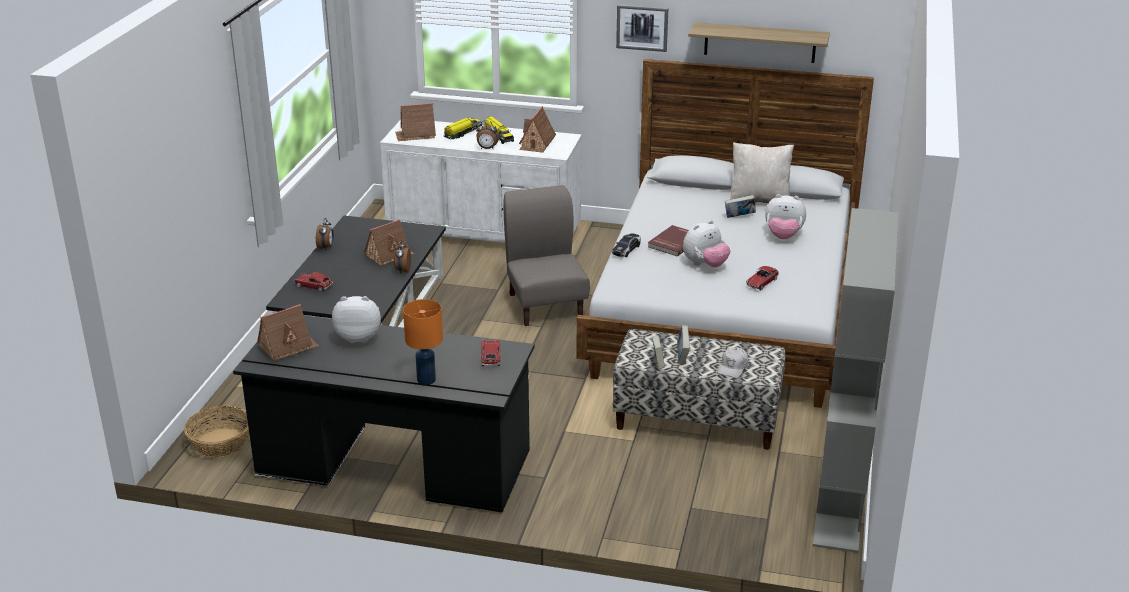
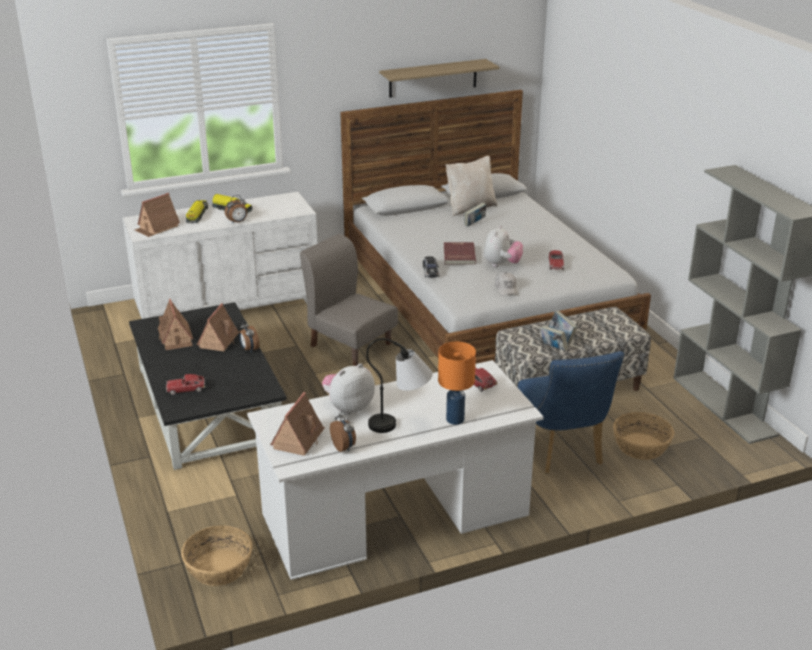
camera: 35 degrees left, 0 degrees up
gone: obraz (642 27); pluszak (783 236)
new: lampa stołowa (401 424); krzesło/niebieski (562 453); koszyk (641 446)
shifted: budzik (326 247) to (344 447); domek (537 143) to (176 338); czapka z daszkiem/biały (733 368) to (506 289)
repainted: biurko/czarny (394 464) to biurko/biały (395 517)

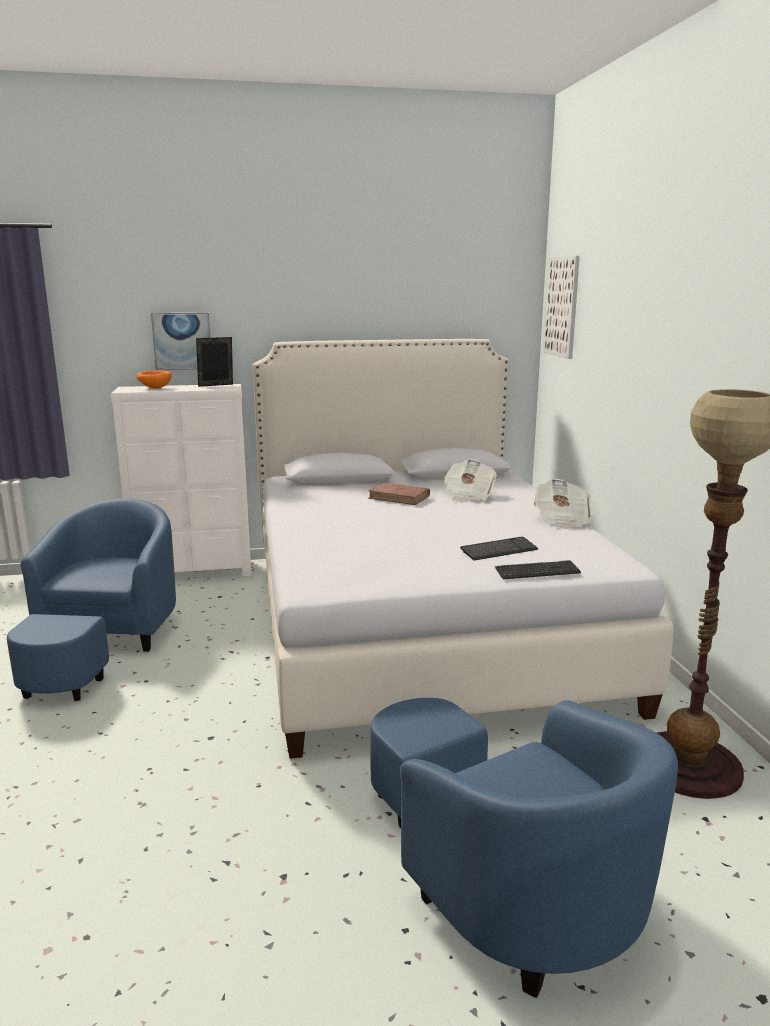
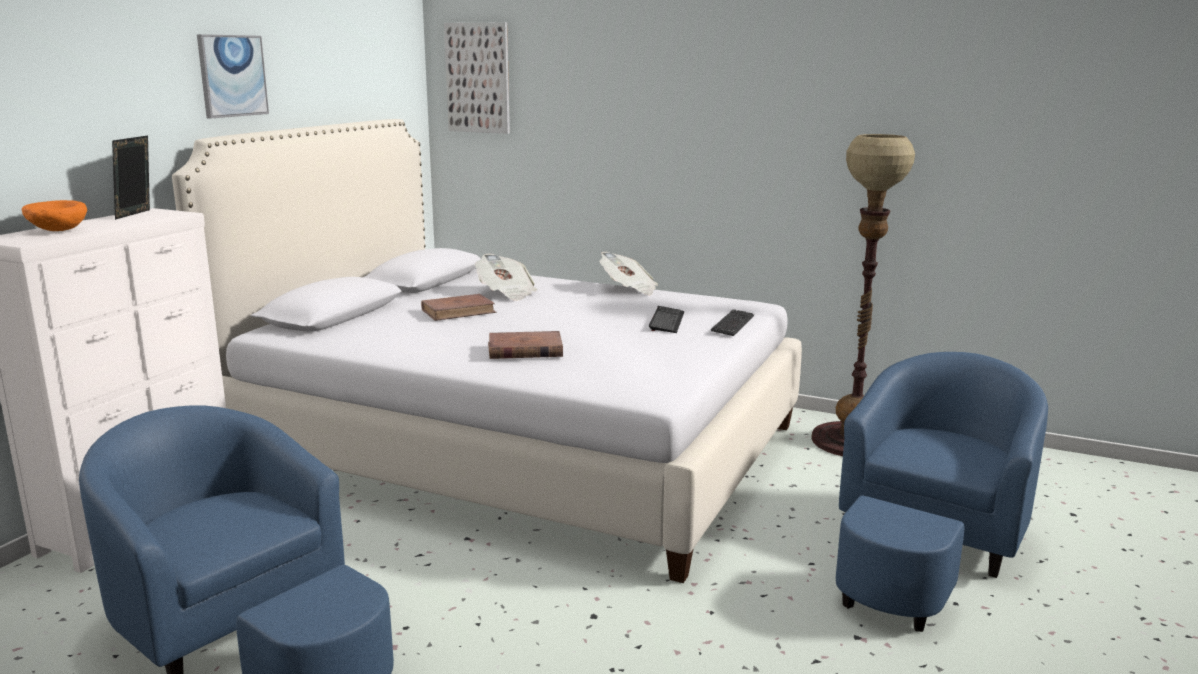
camera: 55 degrees left, 0 degrees up
new: książka/brązowy (524 350)
shifted: obraz (182 341) to (232 76)
rotated: fotel/niebieski (504 880) = (927 547) 60 degrees counterclockwise

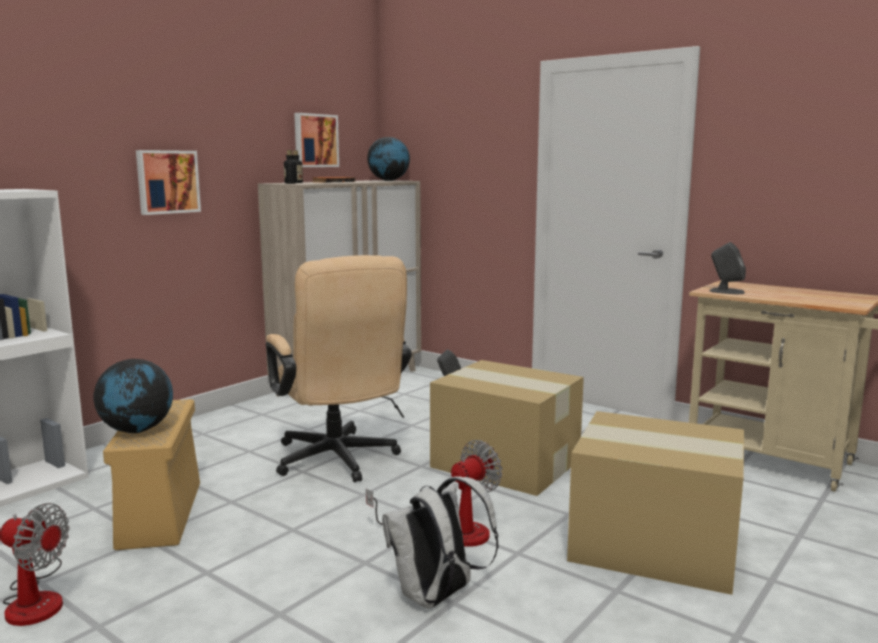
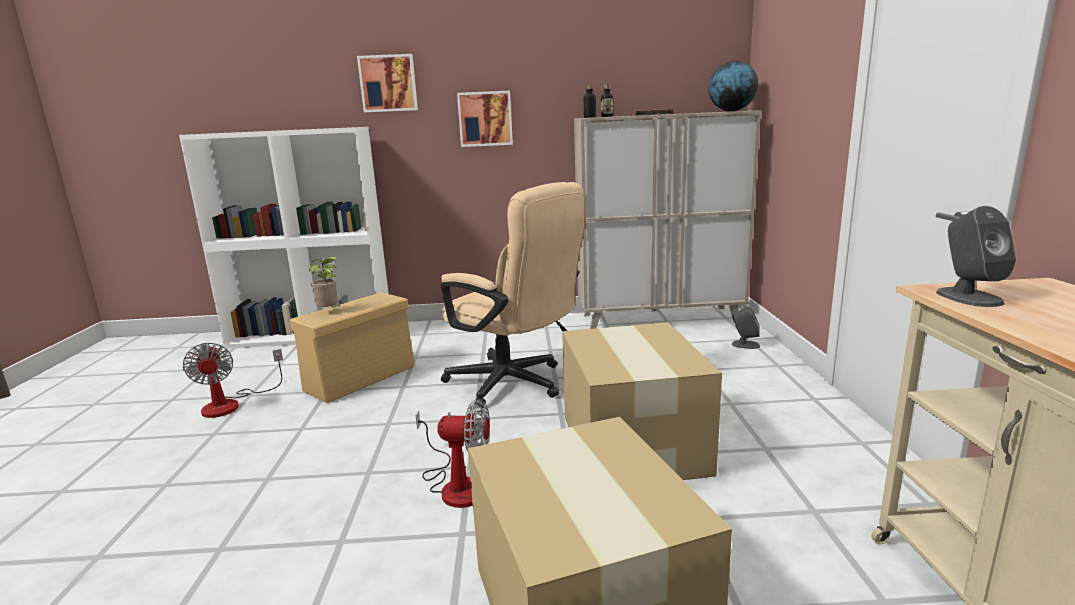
camera: 50 degrees right, 5 degrees up
gone: plecak/biały (437 597)
shifted: obraz (315 140) to (388 83)
swapped: globus (137 430) to roślina doniczkowa (330 311)
rotated: krzesło biurowe/beżowy (339 462) = (514 384) 75 degrees counterclockwise

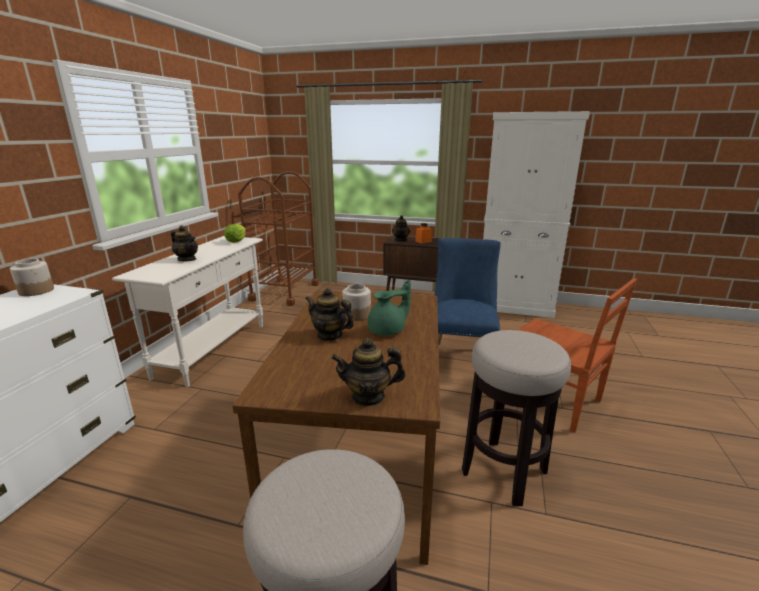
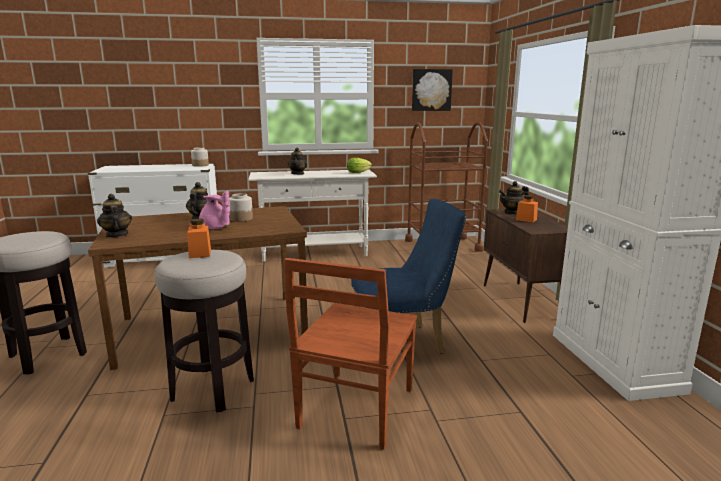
camera: 65 degrees right, 5 degrees down
new: słoik/pomarańczowy (200 253); obraz (431 90)
repainted: imbryk/zielony (388 331) to imbryk/różowy (215 228)

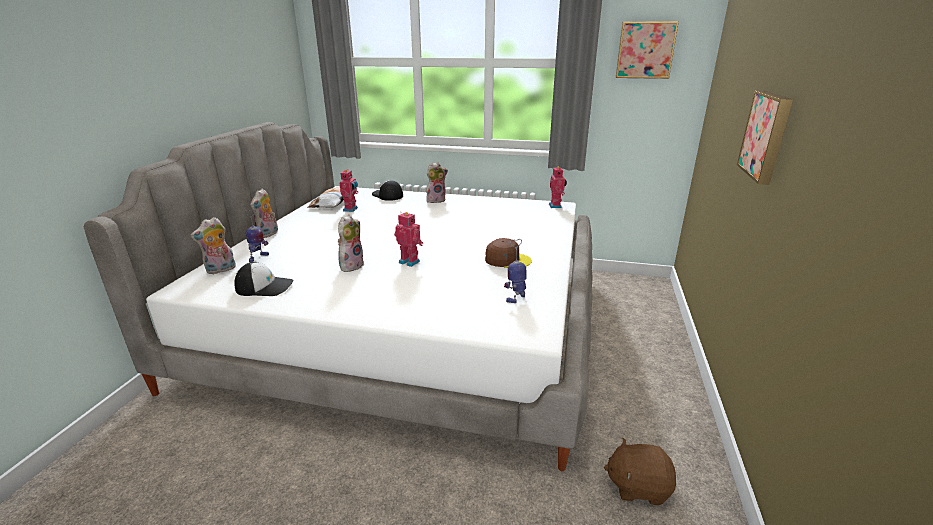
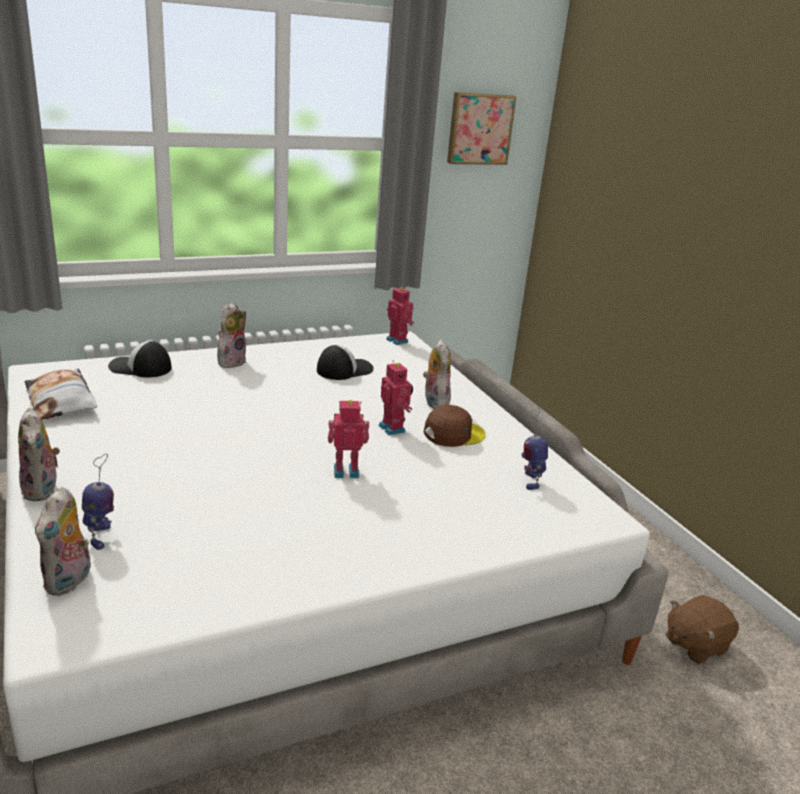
camera: 40 degrees left, 0 degrees up
gone: obraz (767 136)
shifted: czapka z daszkiem (265 286) to (344 369); pluszak (351 265) to (434 402); robot zabawkowy (351 209) to (393 428)

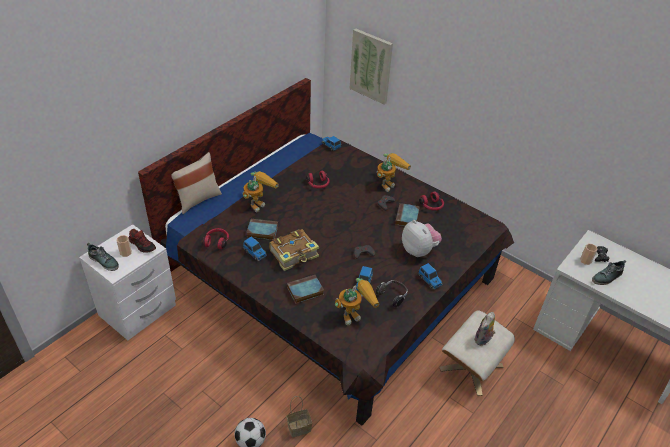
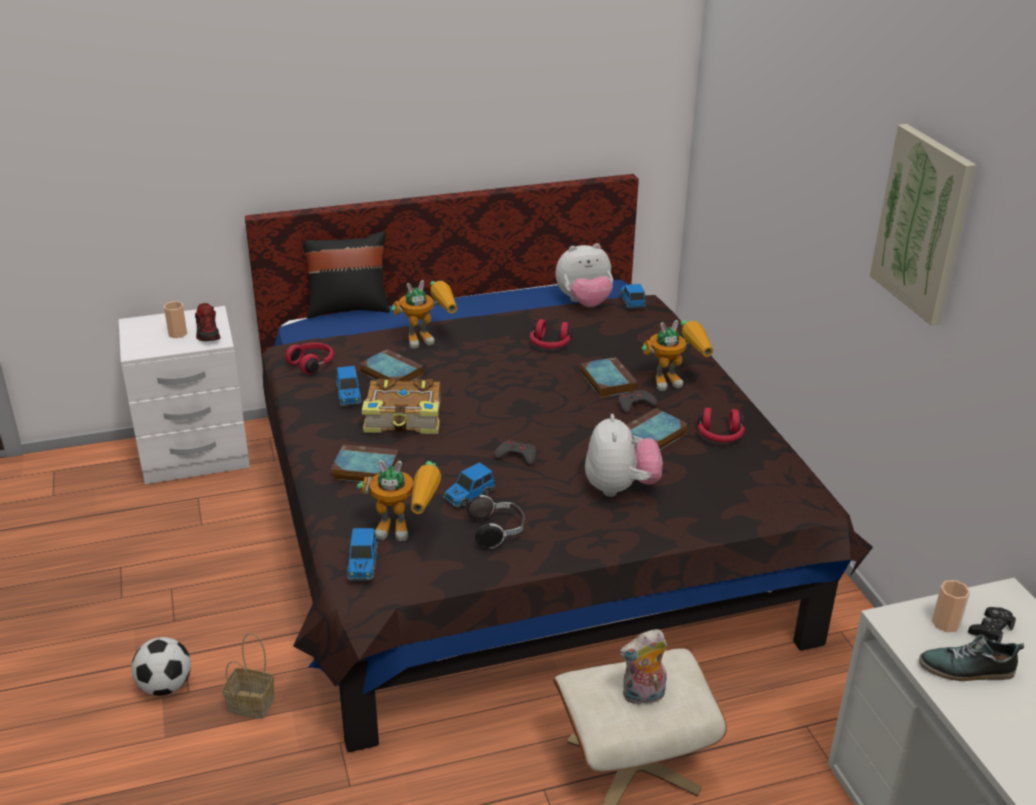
camera: 35 degrees right, 10 degrees down
gone: but (104 261)
new: pluszak (584 303); książka (607 381)
shifted: obraz (371 66) to (923 223); samochodzik (430 280) to (362 565)
repainted: poduszka/beżowy (197 199) to poduszka/czarny (348 308)

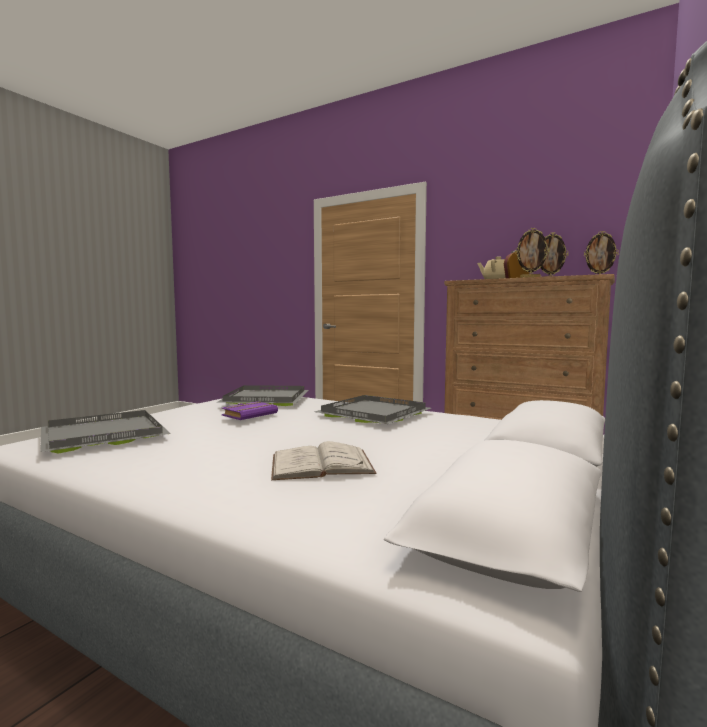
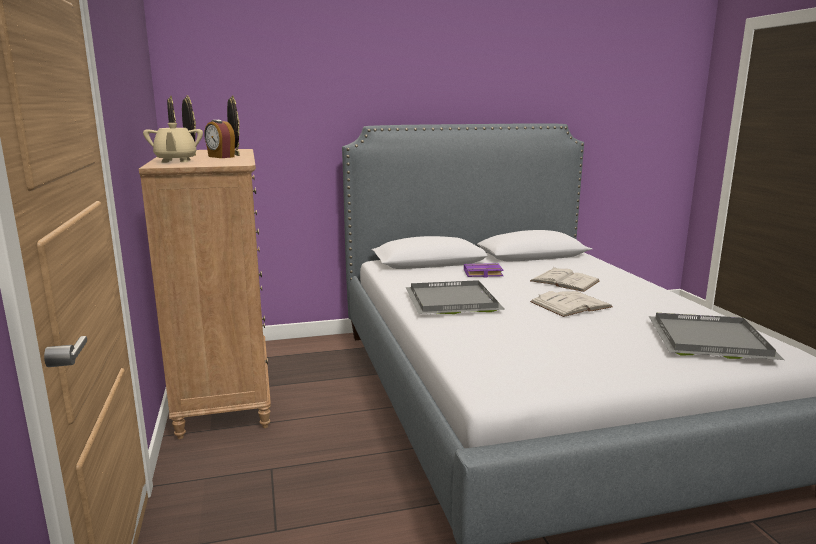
camera: 135 degrees left, 10 degrees up
gone: taca/szary (265 399)
new: książka/biały (570 304)
shifted: książka/fioletowy (249 414) to (482 273)

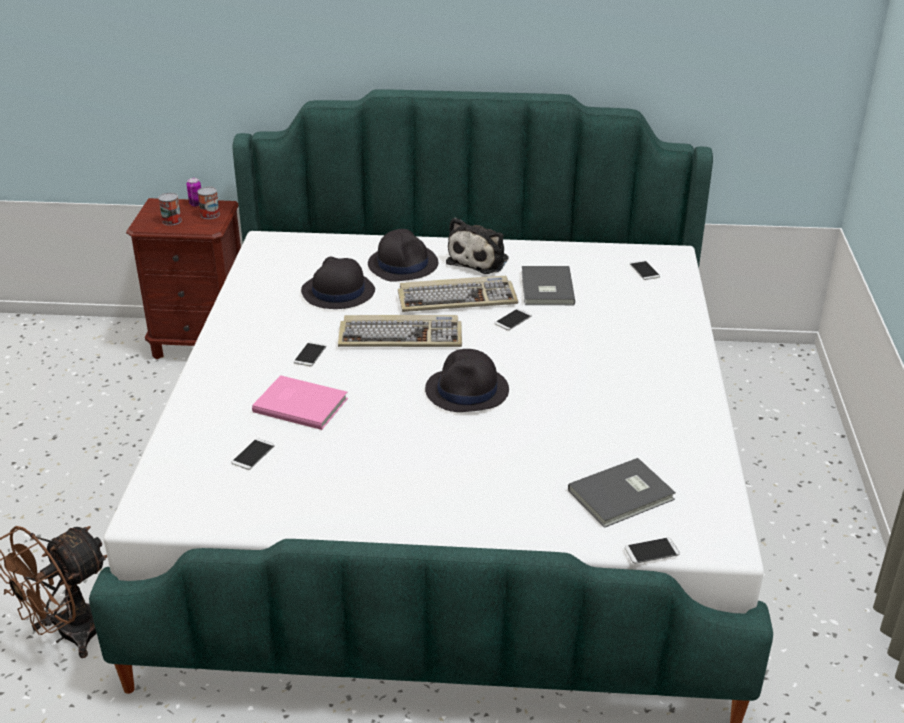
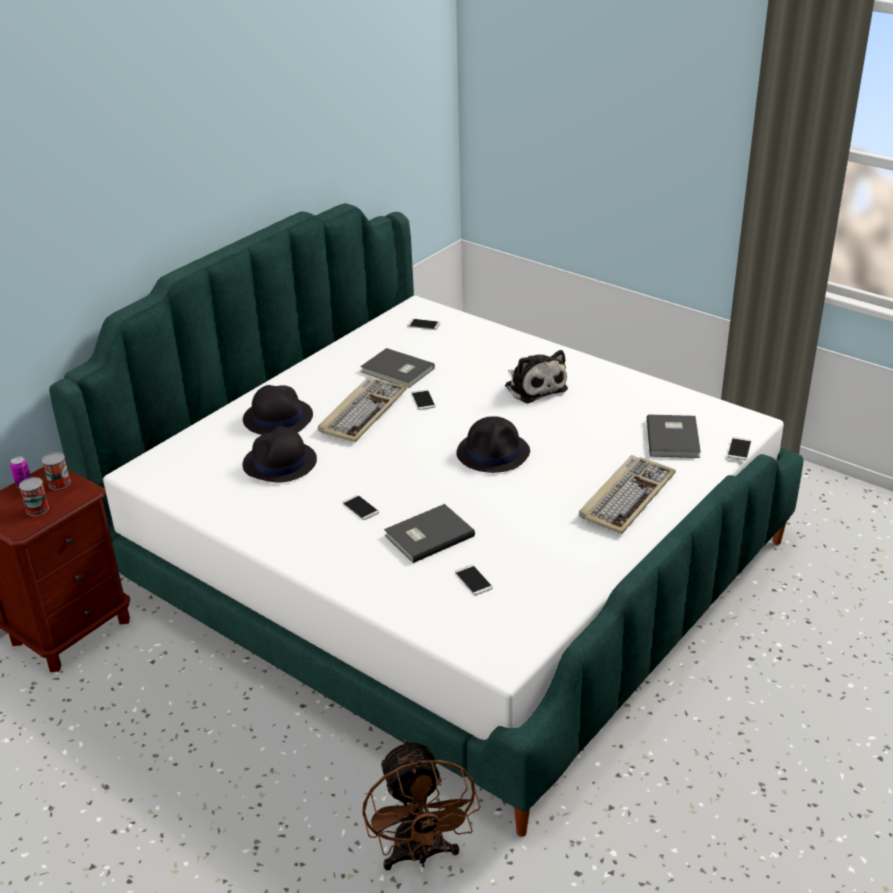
camera: 55 degrees left, 0 degrees up
shifted: klawiatura (401 336) to (626 496); pluszak (480 260) to (534 387)
repainted: książka/różowy (300 403) to książka/szary (427 535)

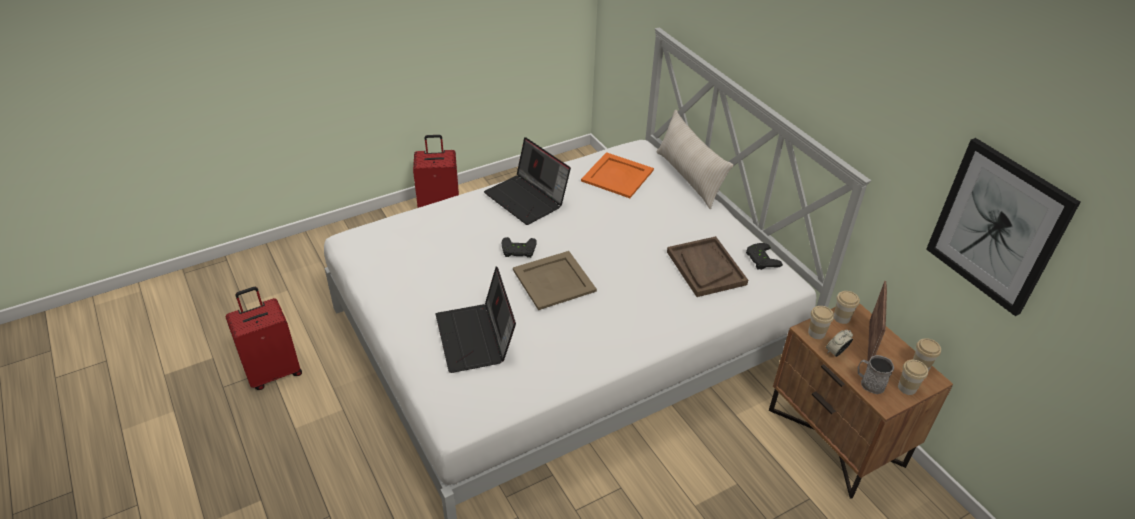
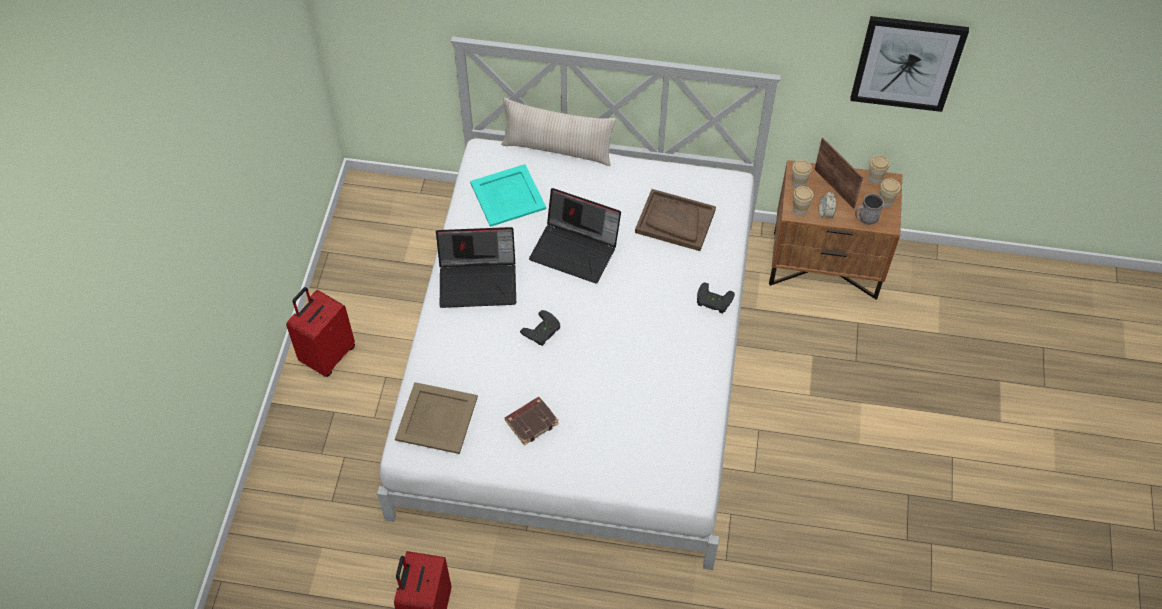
camera: 50 degrees left, 15 degrees up
new: książka/brązowy (531 422)
shifted: laptop (476 338) to (576 250); taca/beżowy (554 280) to (437 417); pad do gier/czarny (760 259) to (713 301)
repainted: taca/pomarańczowy (617 175) to taca/turkusowy (507 195)

